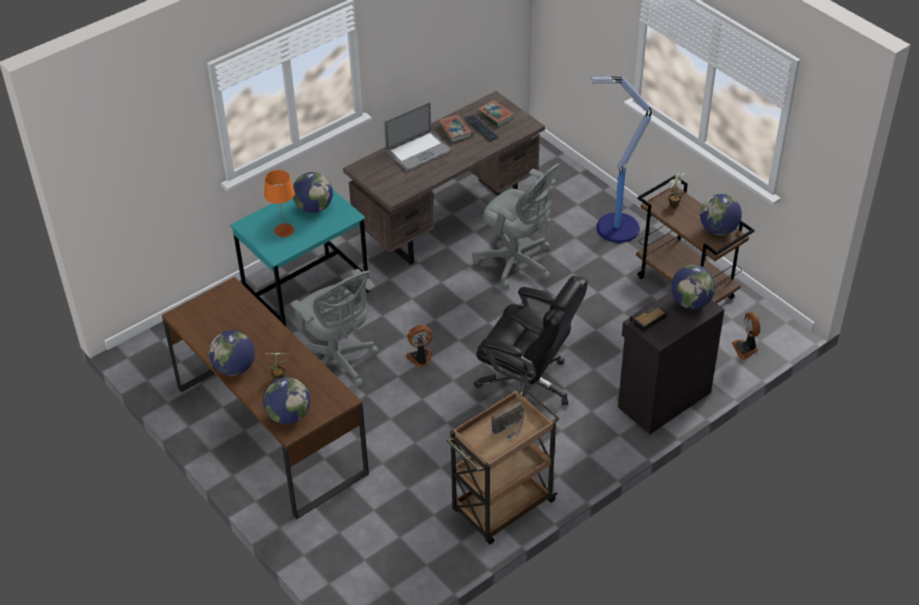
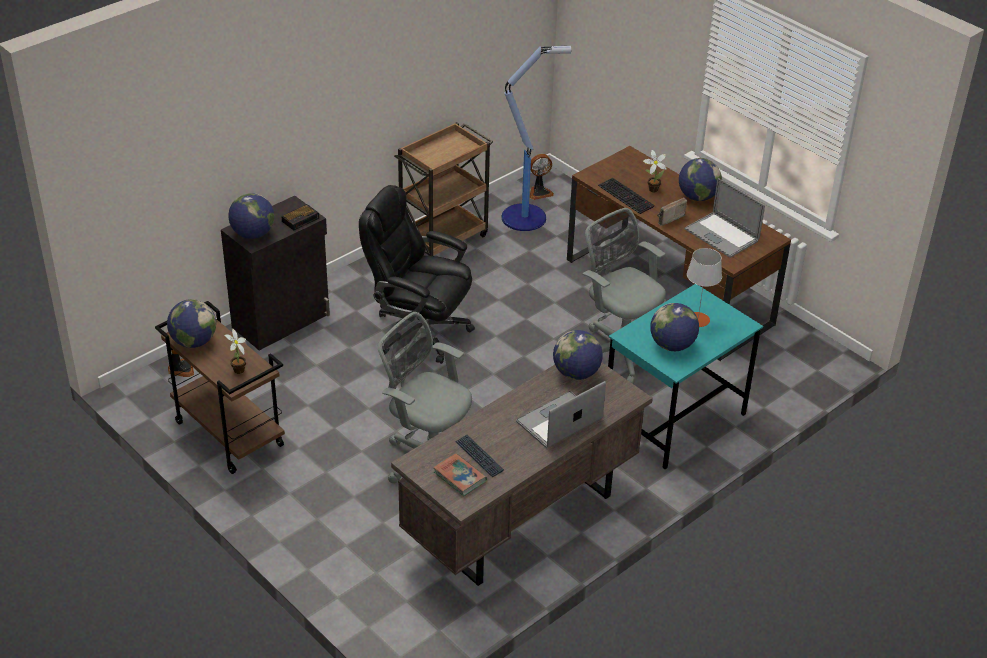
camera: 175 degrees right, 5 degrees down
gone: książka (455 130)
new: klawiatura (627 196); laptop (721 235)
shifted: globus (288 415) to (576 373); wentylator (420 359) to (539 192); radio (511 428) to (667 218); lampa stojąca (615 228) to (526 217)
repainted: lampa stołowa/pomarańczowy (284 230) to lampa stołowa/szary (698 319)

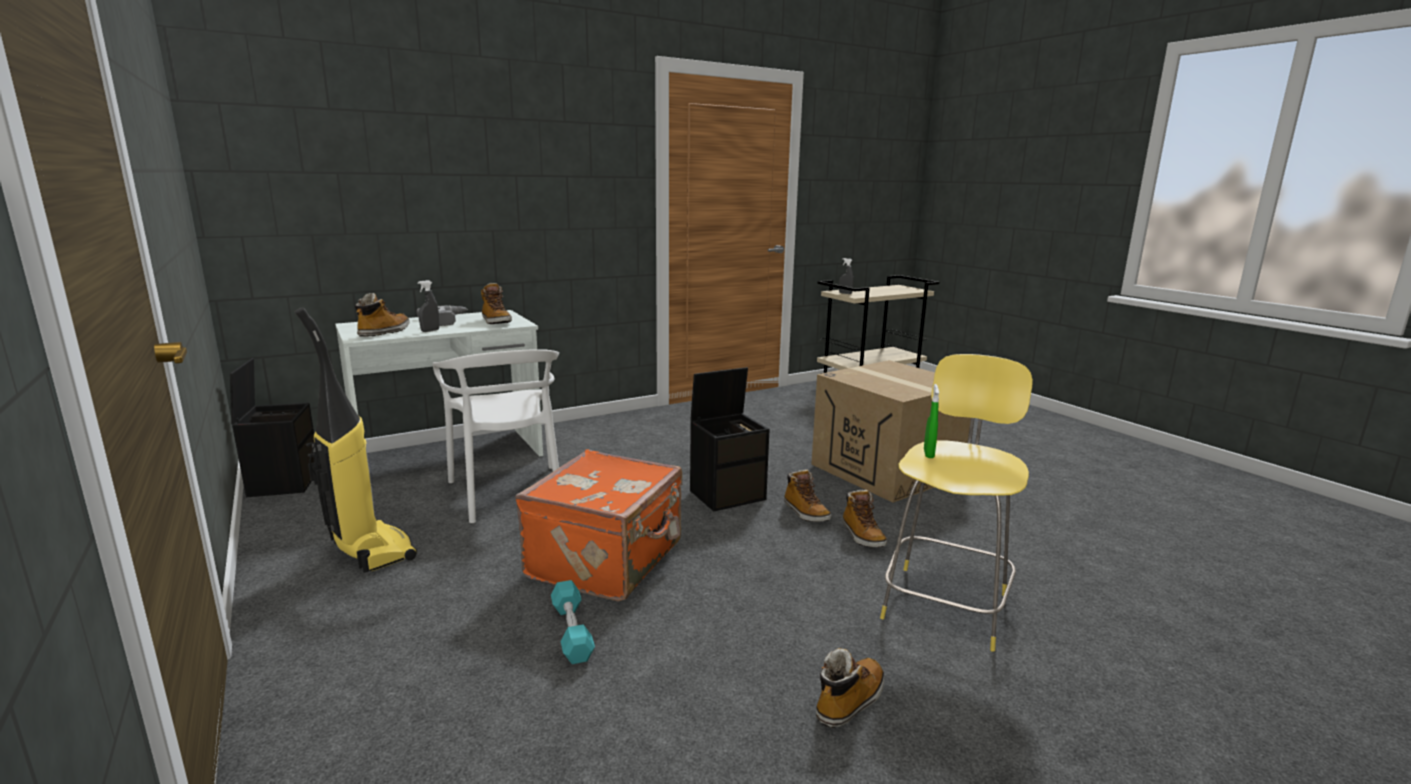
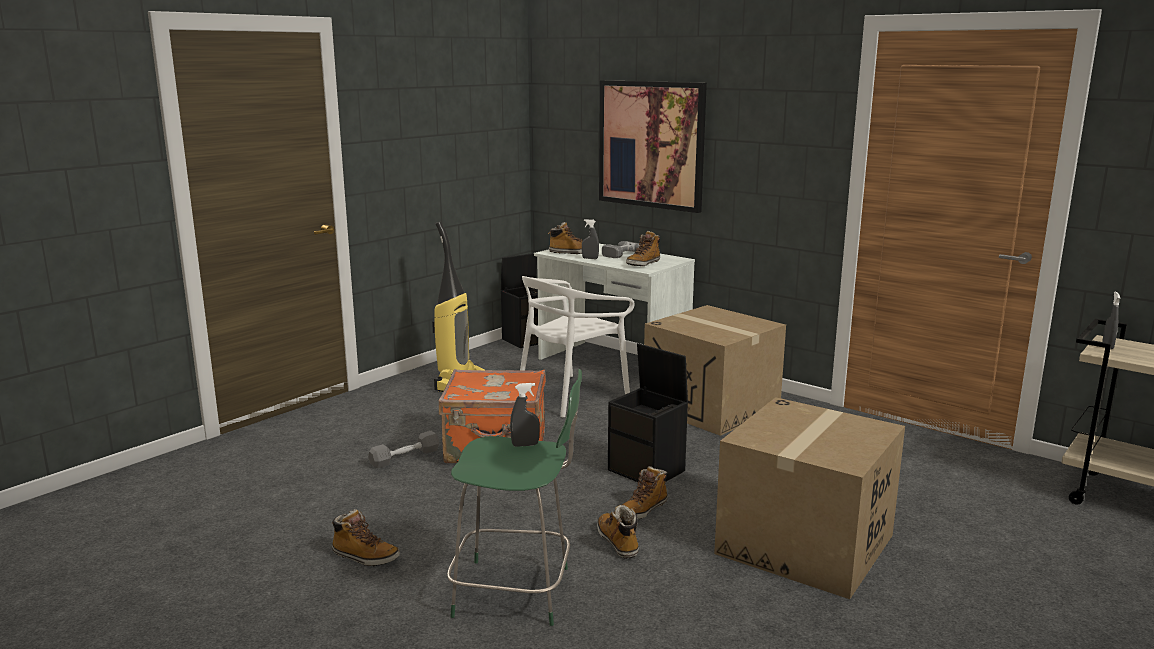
camera: 70 degrees right, 0 degrees up
new: obraz (651 144); karton (711 407)
repainted: hantel/turkusowy (572 632) to hantel/szary (405 457); stołek/żółty (946 603) to stołek/zielony (517 592); spryskiwacz/zielony (928 454) to spryskiwacz/szary (525 445)
rotated: but z cholewką (862 536) = (618 542) 105 degrees clockwise

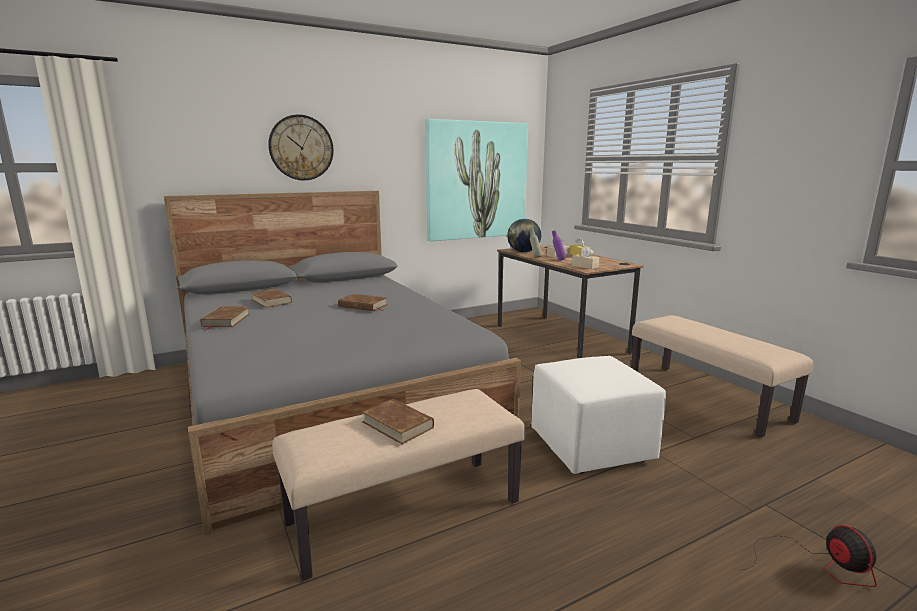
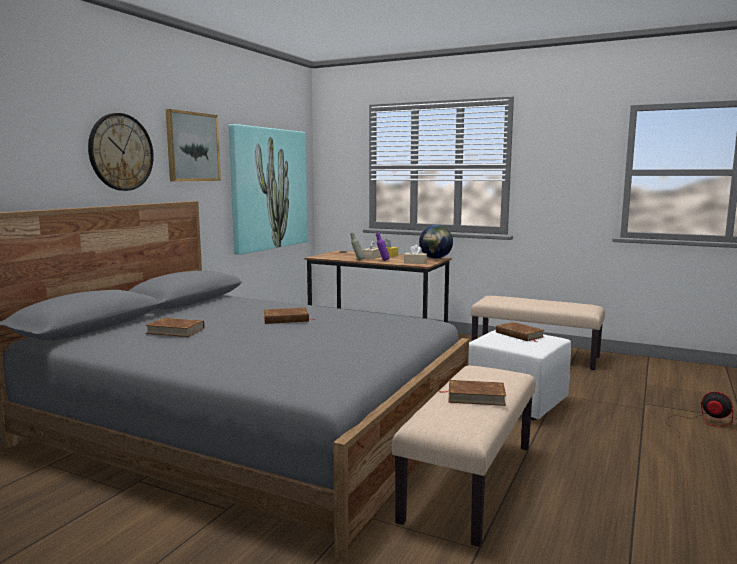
camera: 35 degrees left, 5 degrees down
new: obraz (192 147)
shifted: książka/brązowy (226 320) to (519 335); globus (523 252) to (435 258)

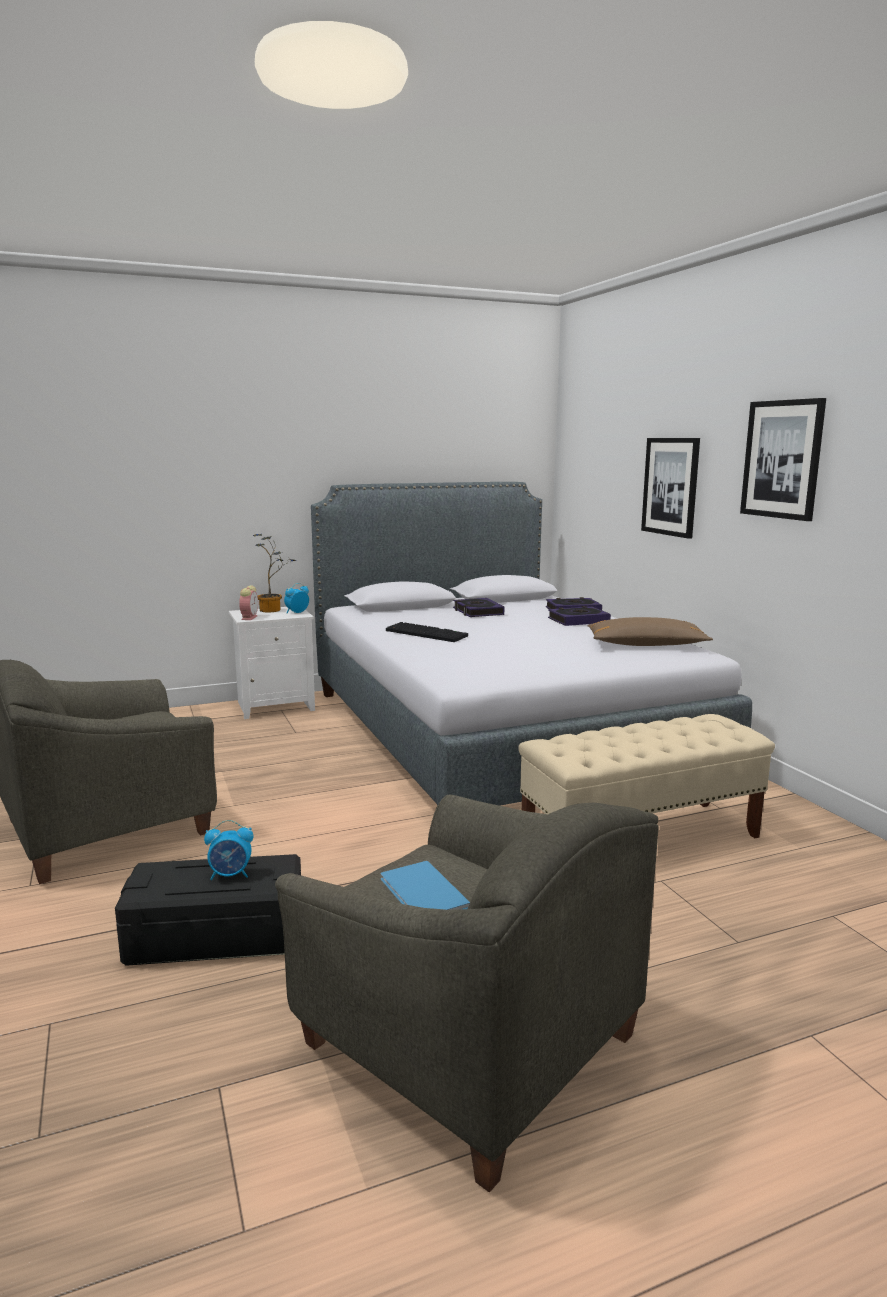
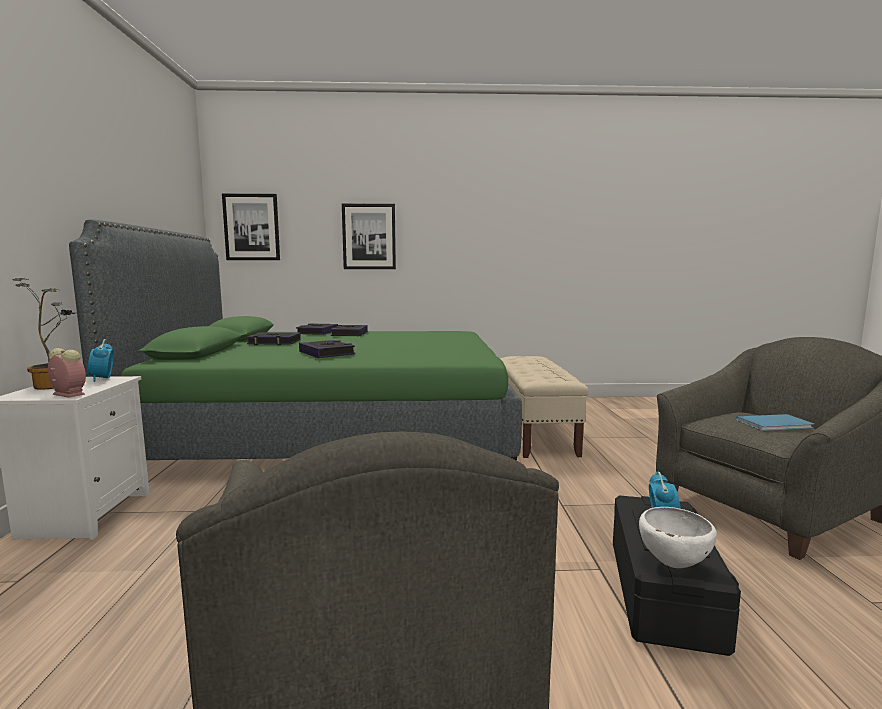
camera: 70 degrees left, 5 degrees down
gone: poduszka/brązowy (646 645)
new: miska/biały (673 565)
shifted: obraz (782 459) to (251 227)
swapped: klawiatura (427 633) to książka (327 353)
repainted: łóżko/szary (498 732) to łóżko/zielony (335 434)

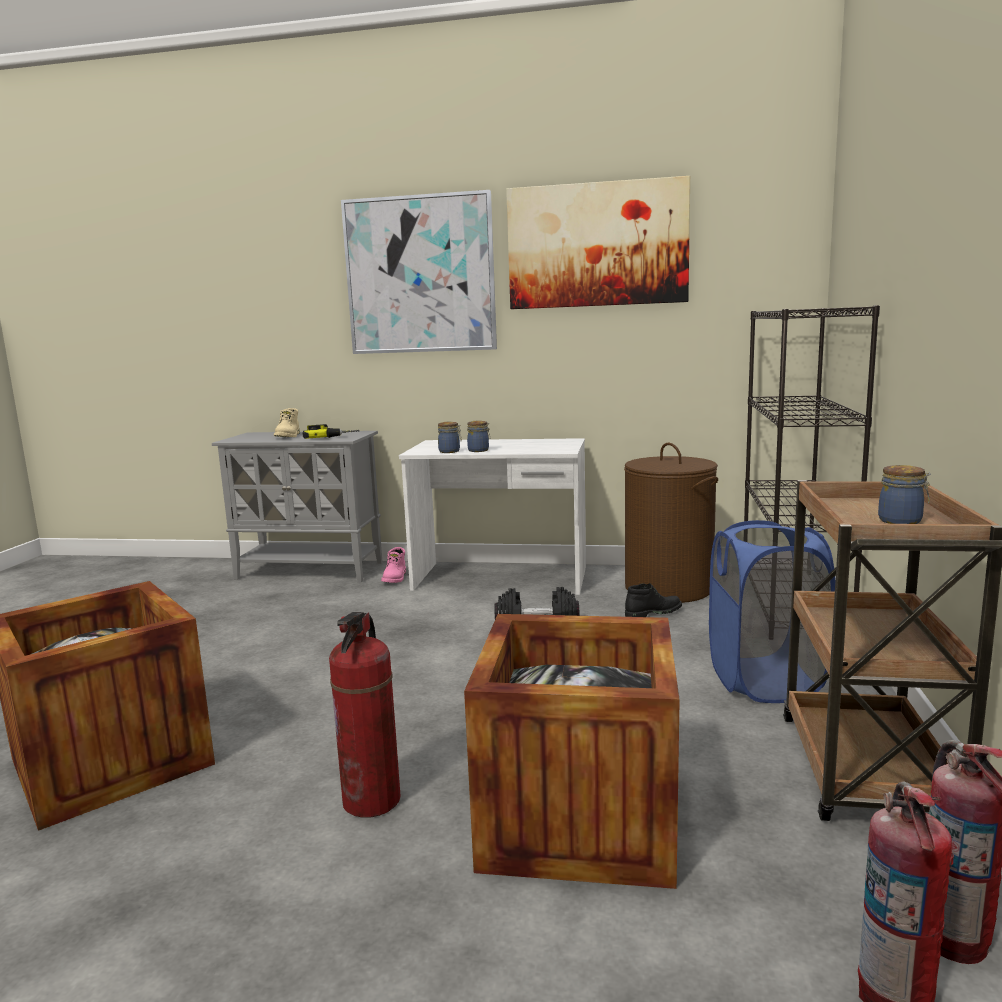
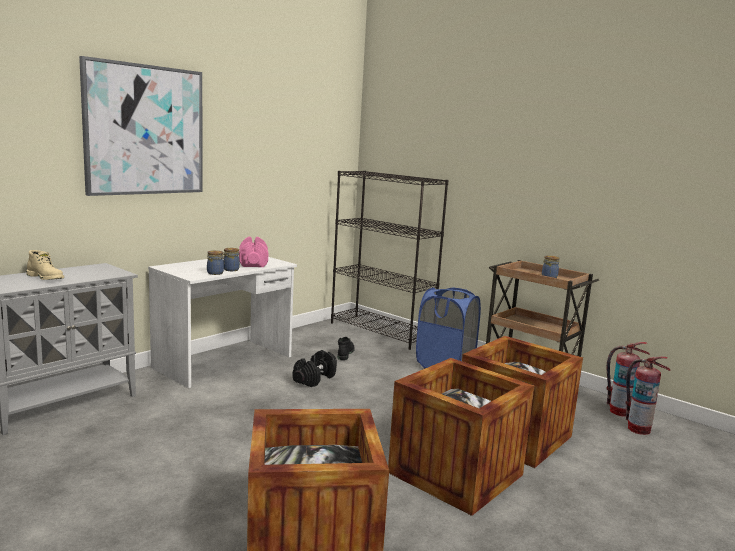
camera: 60 degrees left, 0 degrees up
gone: wiertarka (330 436); but z cholewką/różowy (395 578); obraz (597 245); kosz na pranie/brązowy (669 588)
new: hantel/różowy (253 263)
swapped: gaśnica (372 800) to skrzynka (455 473)

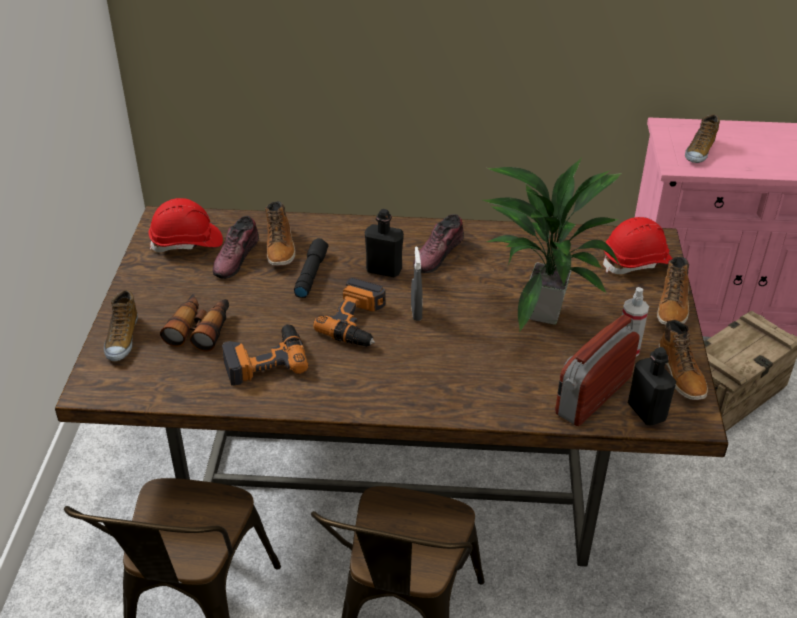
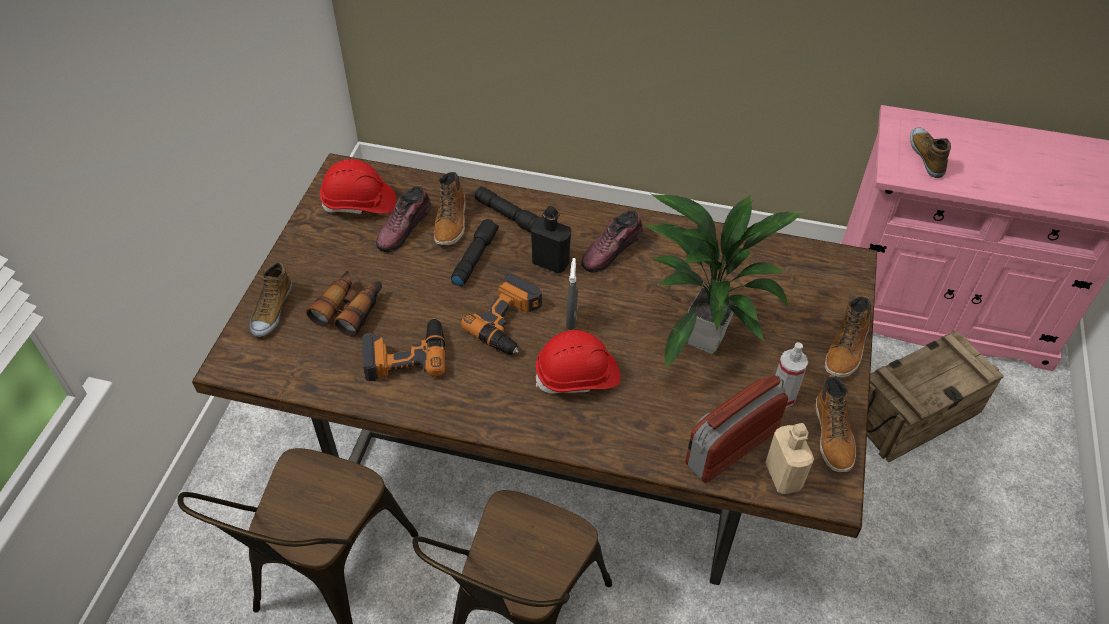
camera: 10 degrees right, 10 degrees up
new: latarka/czarny (510 216)
shifted: kask/czerwony (637 262) to (578 376)
repainted: butelka/czarny (646 412) to butelka/beżowy (783 476)
rotated: but (699 151) = (927 156) 135 degrees clockwise

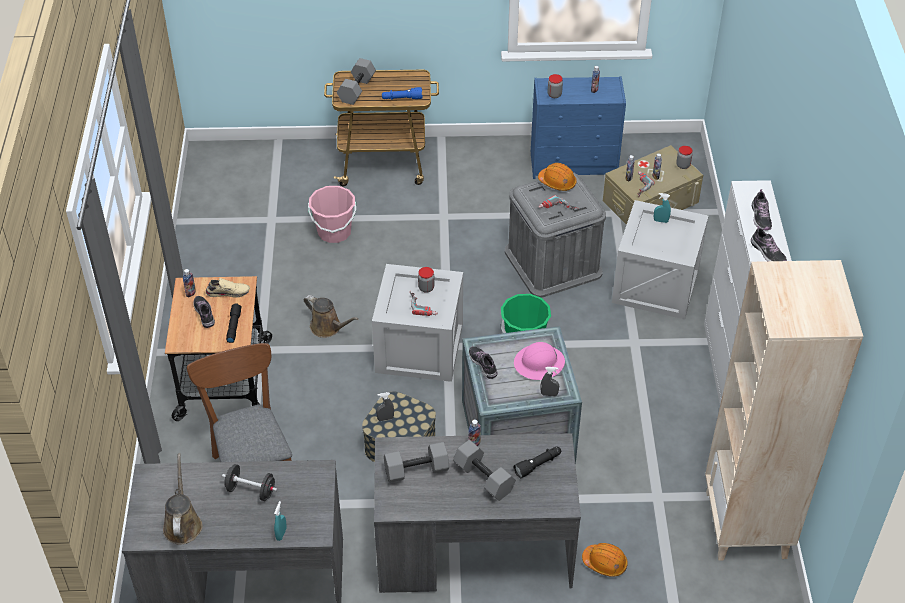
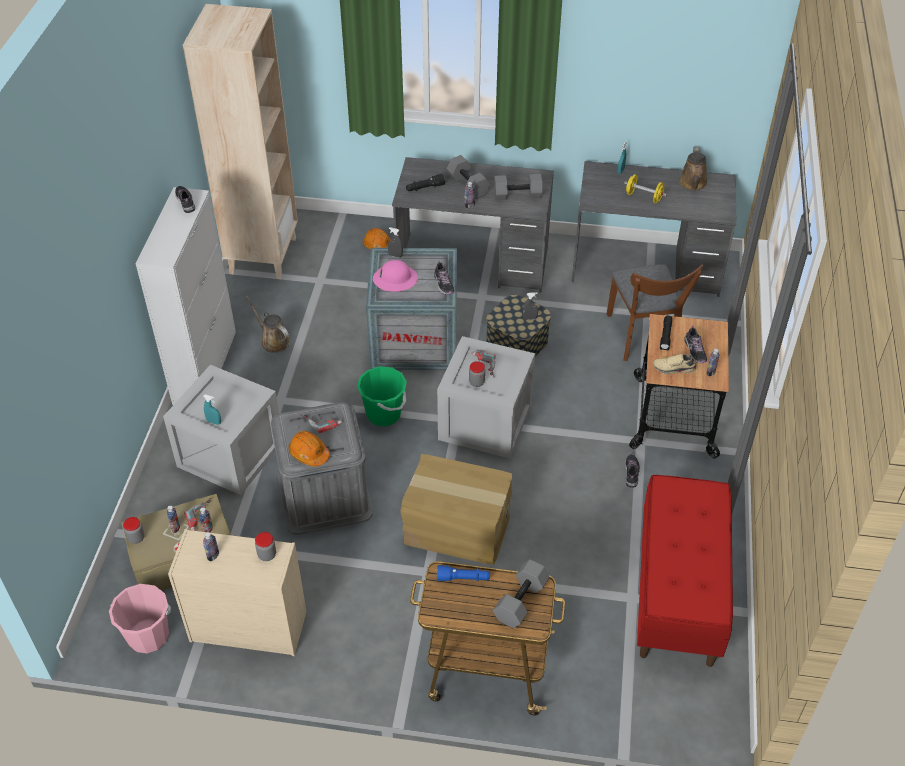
camera: 170 degrees left, 0 degrees up
new: karton (456 529); ławka/czerwony (678 592)
shifted: konewka/brązowy (328 327) to (273 340); wiadro/różowy (334 232) to (148 636); but (760 217) to (631 473)
repainted: hantel/czarny (251 490) to hantel/żółty (644 197); komoda/niebieski (575 164) to komoda/beżowy (246 626)

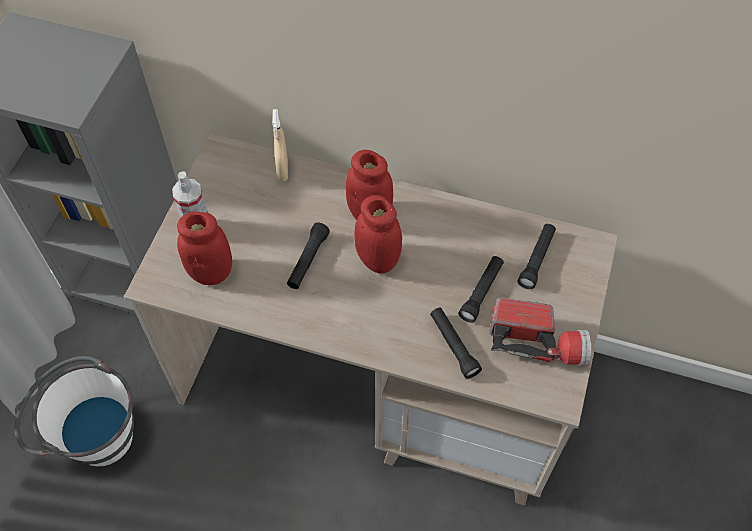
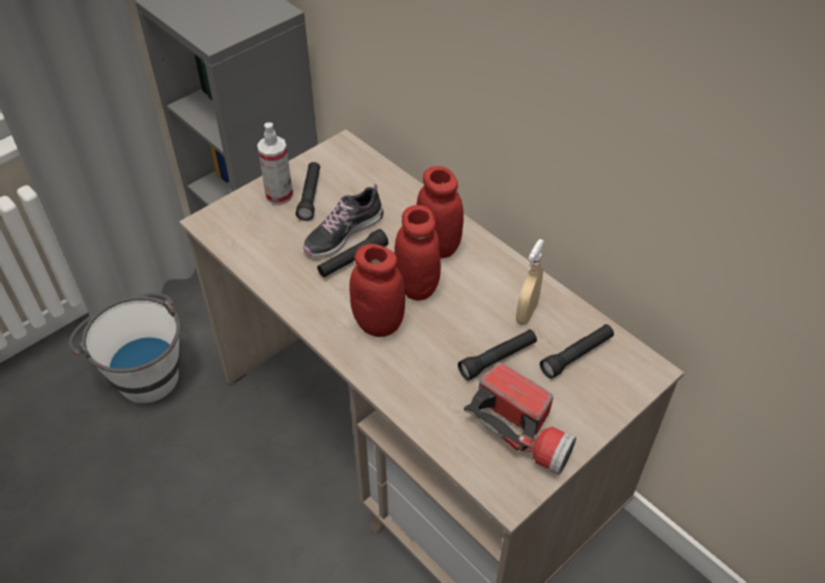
camera: 30 degrees right, 10 degrees down
new: but (343 233)
shifted: słoik/czerwony (211 272) to (379 324); spryskiwacz/beżowy (282 170) to (526 313); latarka/czarny (453 346) to (310 196)

